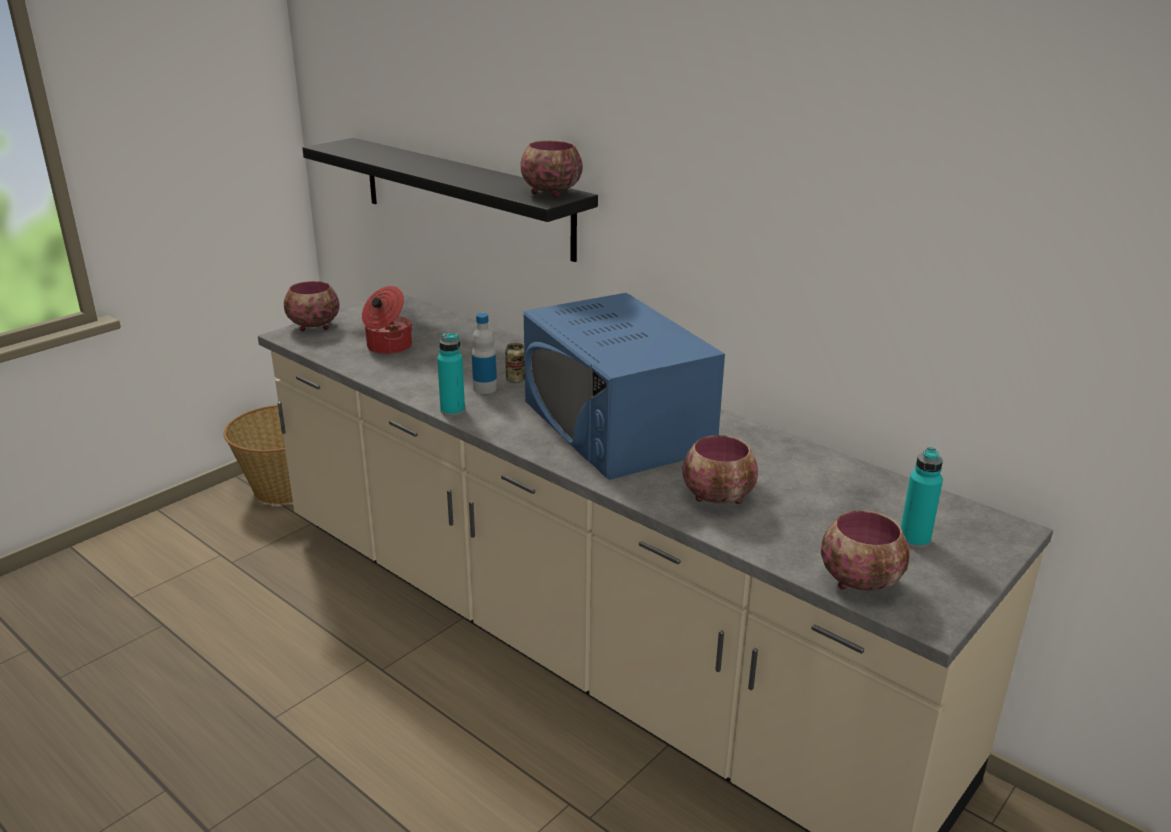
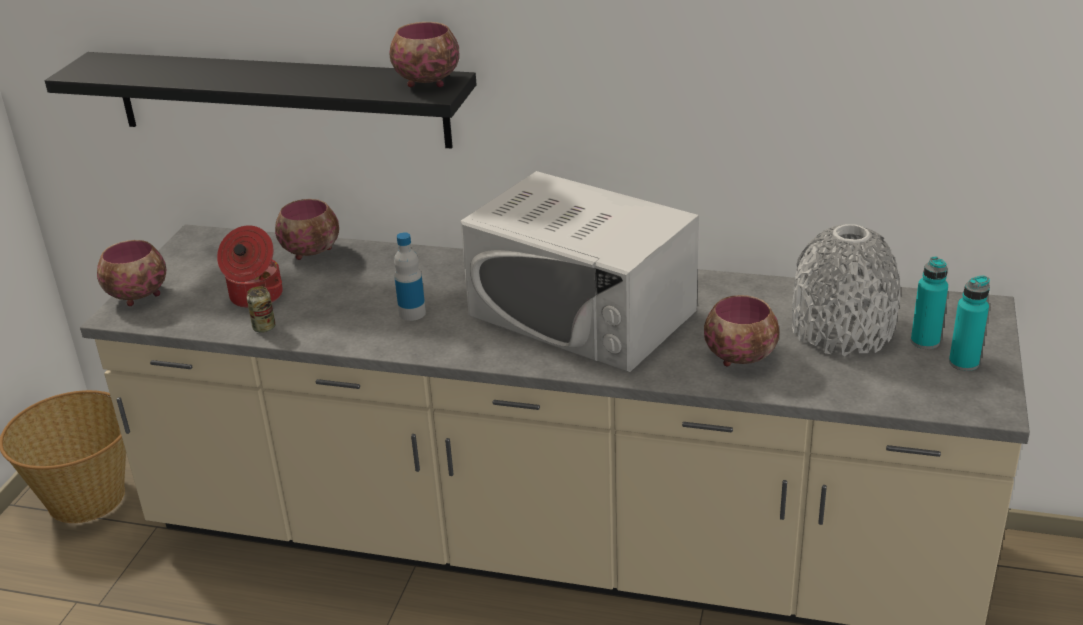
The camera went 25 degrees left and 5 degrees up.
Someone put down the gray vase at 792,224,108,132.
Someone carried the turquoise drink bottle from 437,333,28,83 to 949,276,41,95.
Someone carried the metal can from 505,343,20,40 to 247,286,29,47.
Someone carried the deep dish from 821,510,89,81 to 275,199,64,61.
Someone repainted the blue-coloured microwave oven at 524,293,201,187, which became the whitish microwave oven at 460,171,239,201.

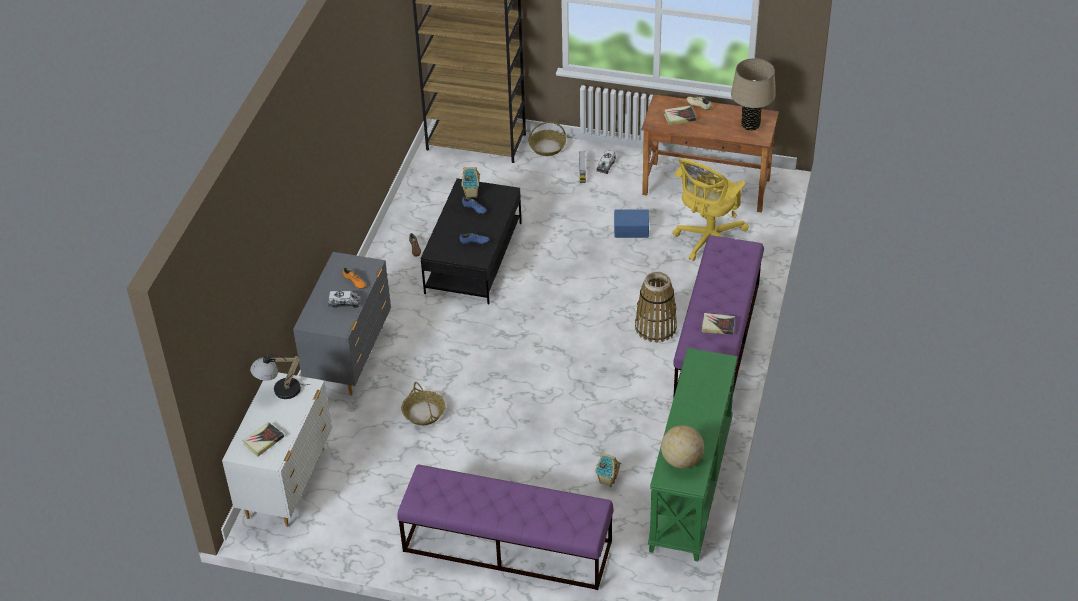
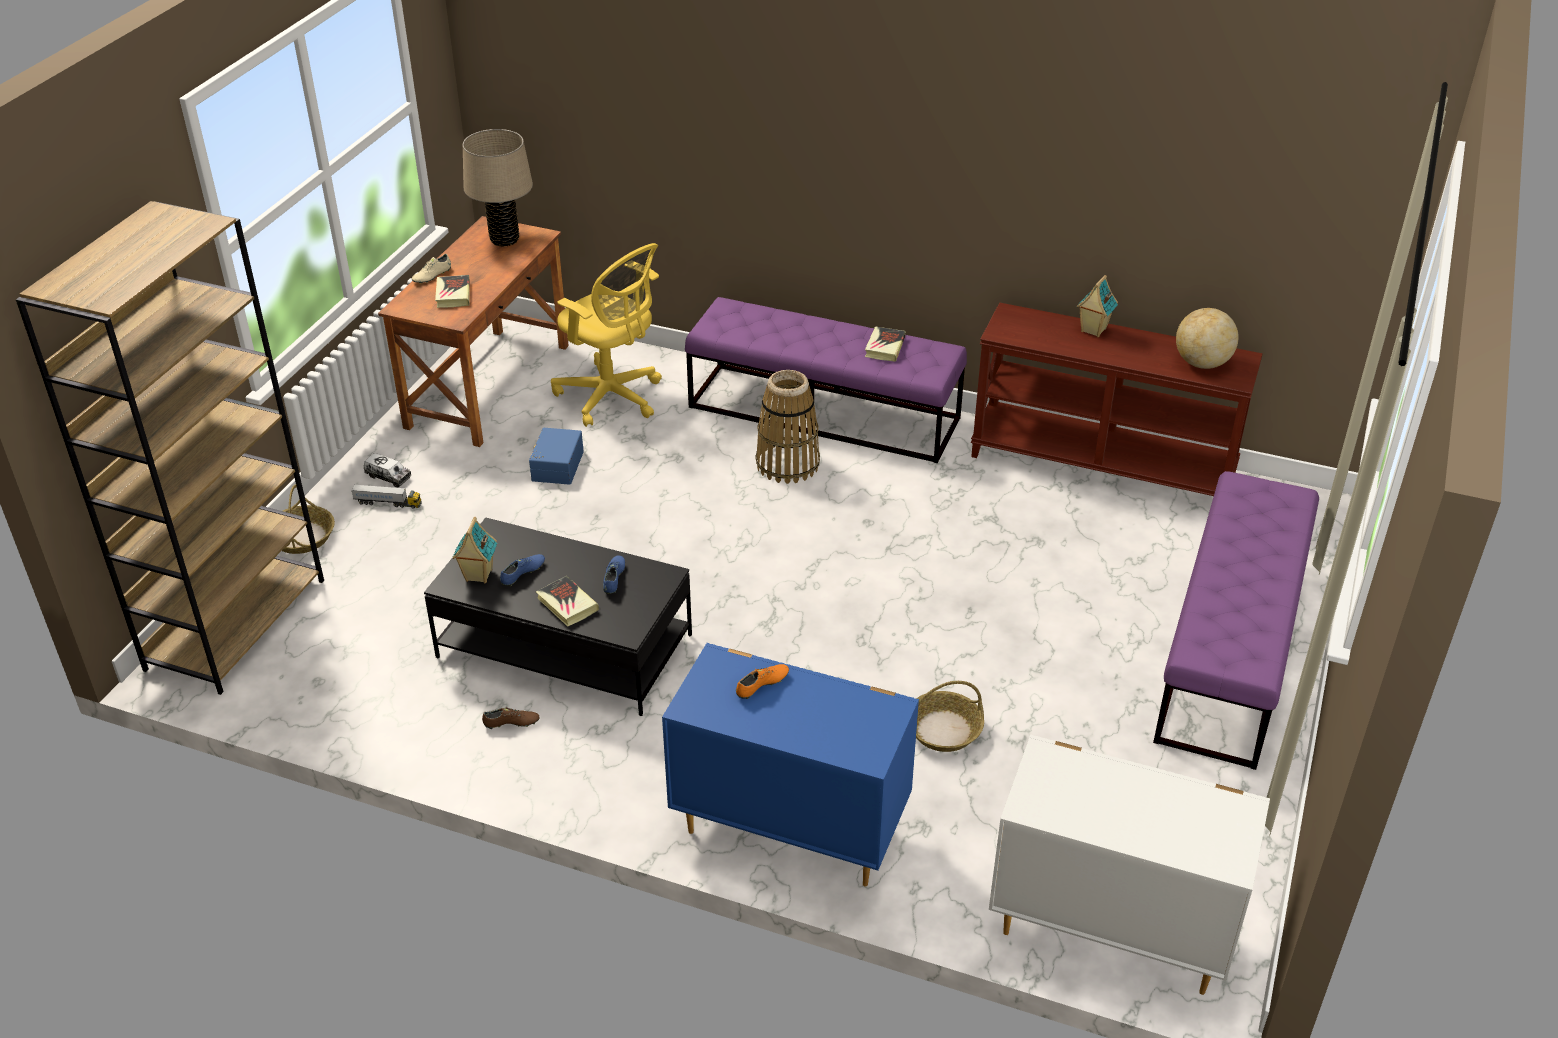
The camera went 85 degrees left and 5 degrees down.
Someone took away the tabletop lamp at 250,354,59,45.
Someone took away the toy truck at 328,291,33,17.
Someone carried the book from 243,422,41,34 to 536,576,63,51.
Someone carried the miniature house from 595,452,27,35 to 1077,275,41,62.
Someone repainted the gray chest of drawers at 293,252,98,143, which became the blue-coloured chest of drawers at 662,643,257,244.
Someone repainted the green-coloured narrow table at 648,348,90,213, which became the brown narrow table at 971,302,292,194.

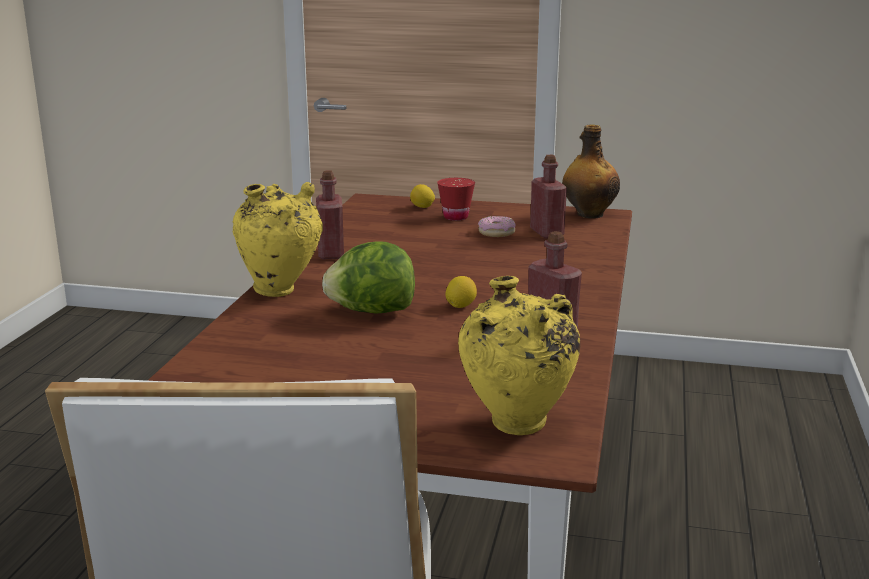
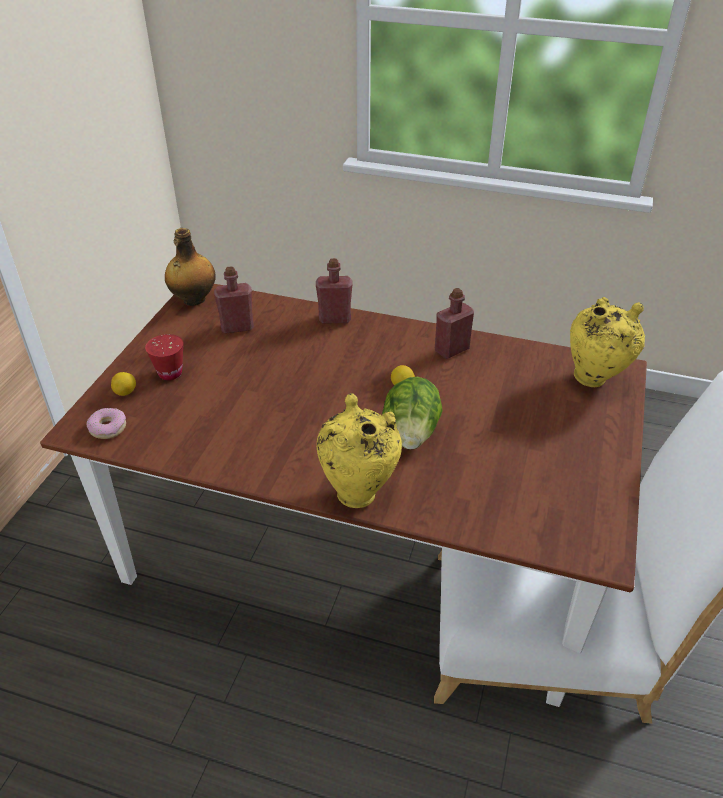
The camera went 85 degrees left and 20 degrees up.
Someone carried the red-coloured drink bottle from 316,171,28,88 to 316,258,36,65.
Someone carried the ring doughnut from 478,216,38,21 to 86,408,40,31.

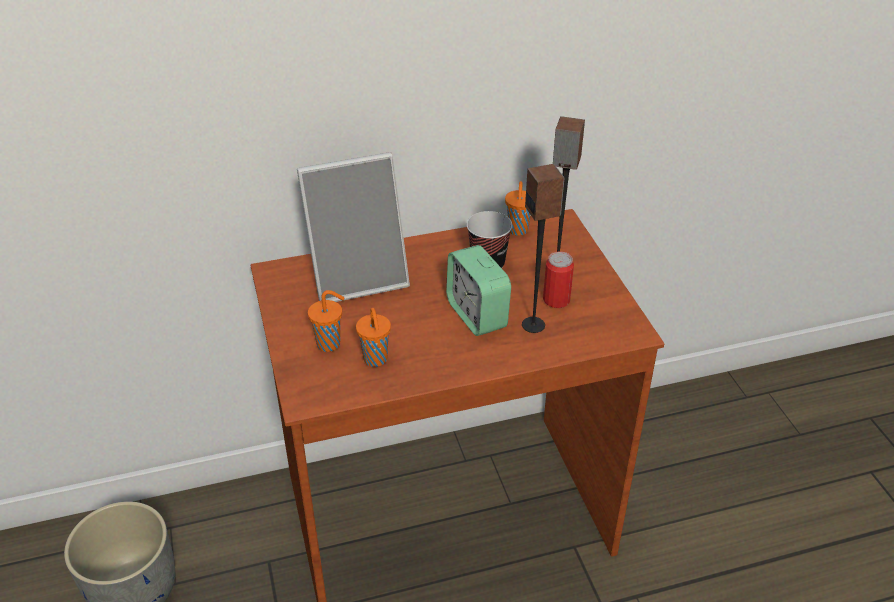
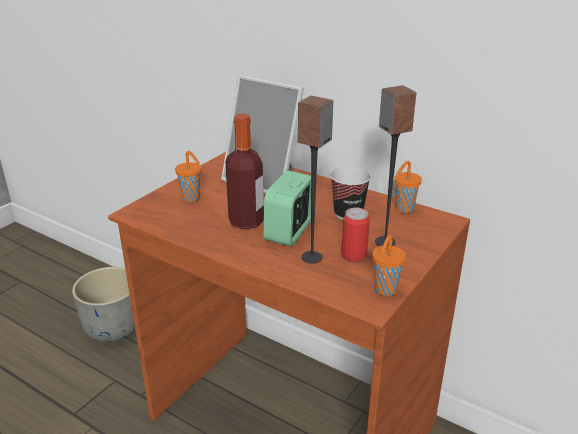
The camera went 50 degrees right and 10 degrees down.
Someone put down the drink bottle at 225,114,39,115.
Someone carried the orange-coloured cup from 356,308,35,59 to 372,235,34,61.

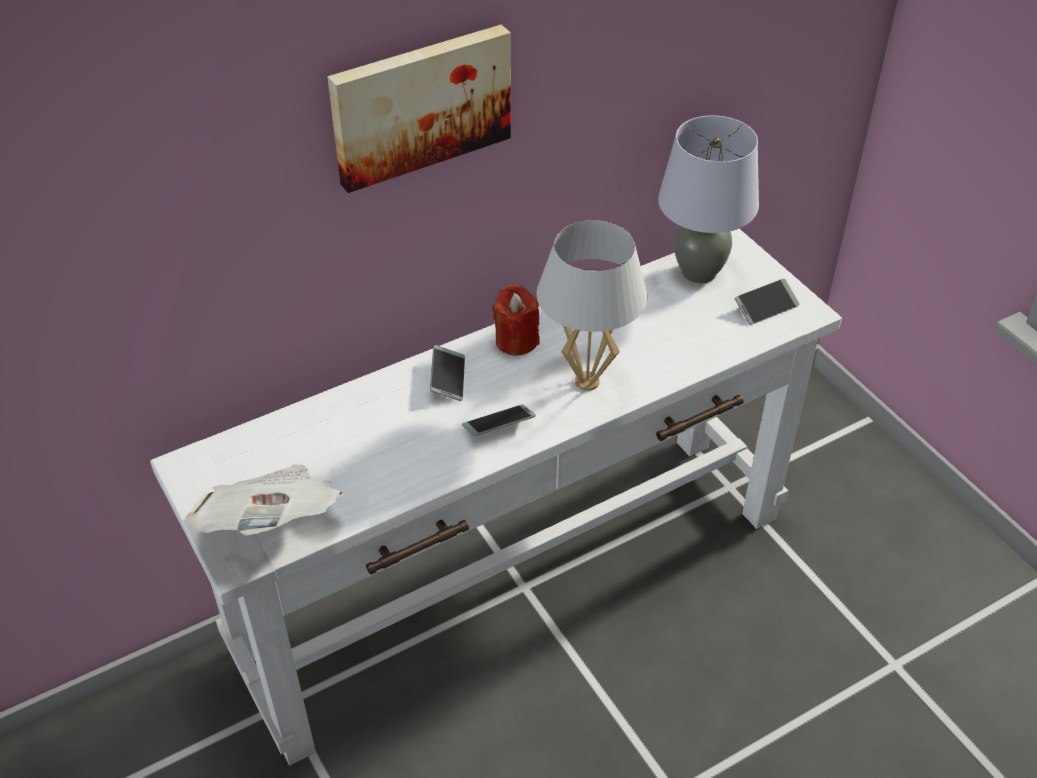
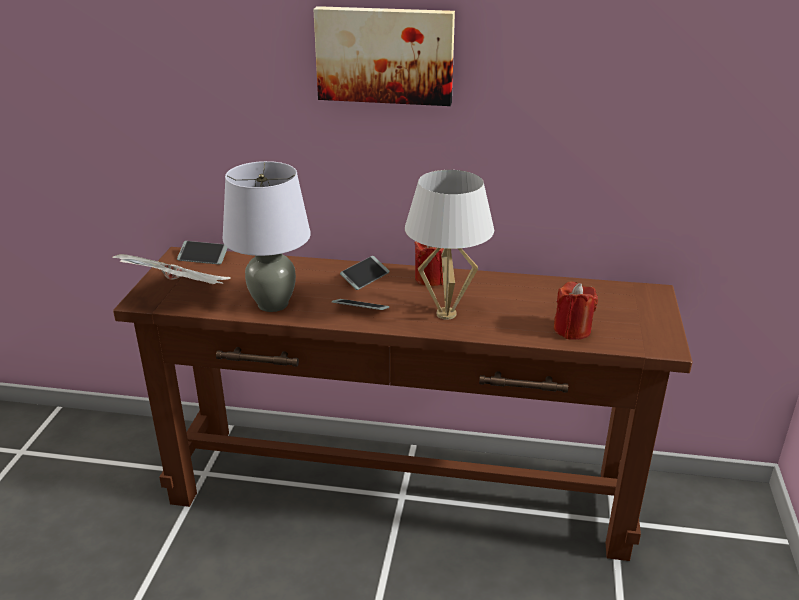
The camera went 40 degrees right and 15 degrees down.
Someone put down the red-coloured candle at 554,281,44,59.
Someone carried the gray tabletop lamp from 658,115,101,168 to 222,161,89,151.
Someone carried the telephone from 735,279,64,46 to 177,241,50,24.
Someone repainted the whitish narrow table at 150,229,692,536, which became the brown narrow table at 113,247,580,314.

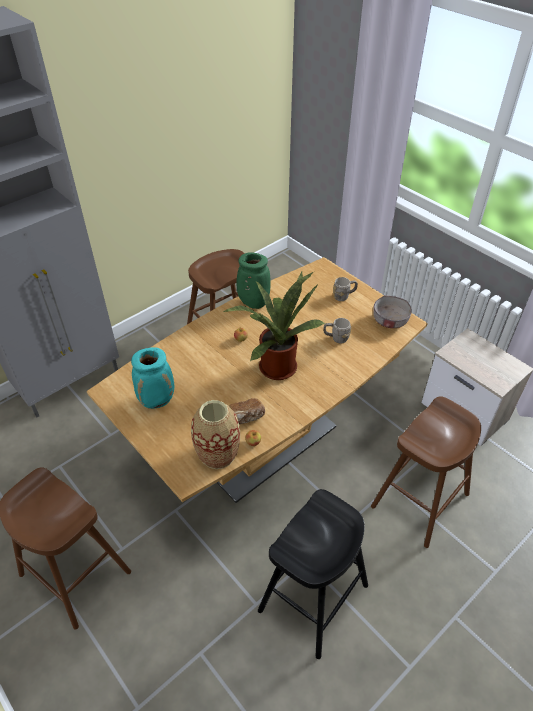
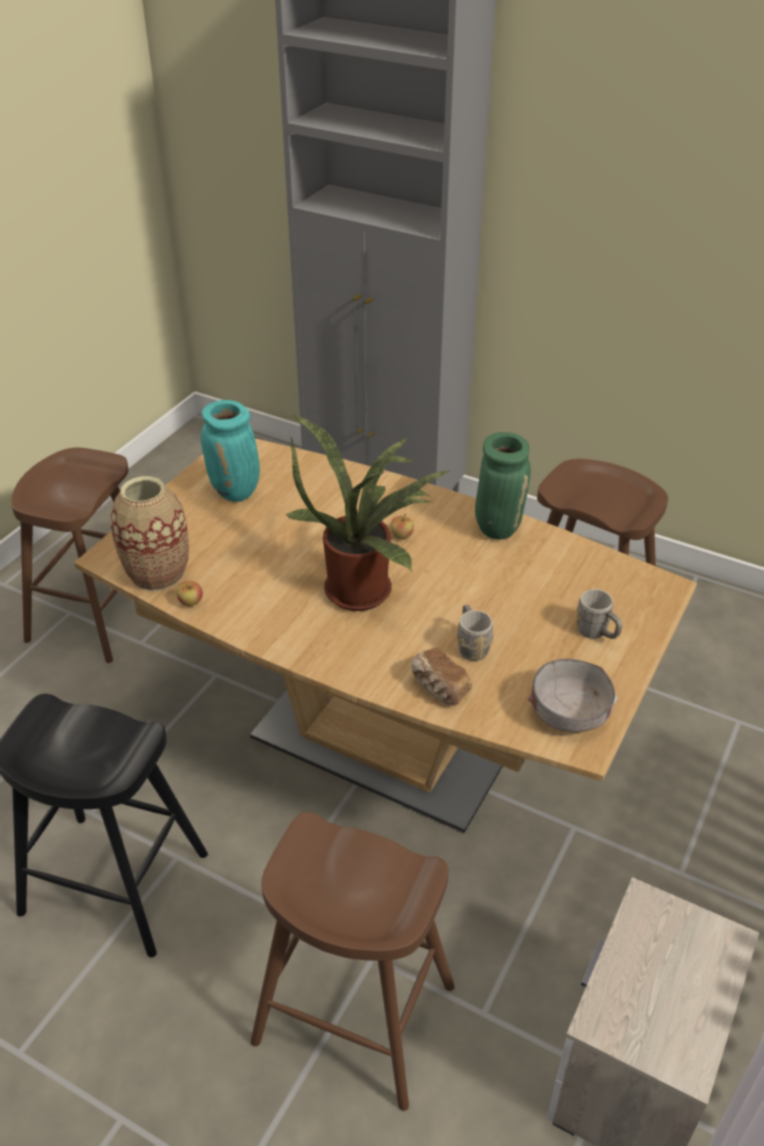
The camera went 70 degrees right and 5 degrees down.
Someone carried the bakery bread from 229,398,36,26 to 411,648,61,58.

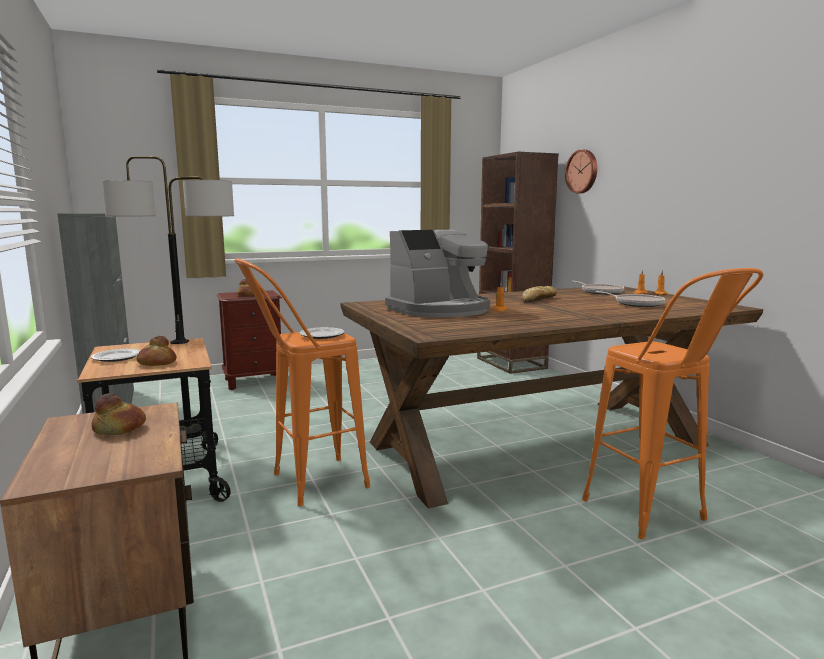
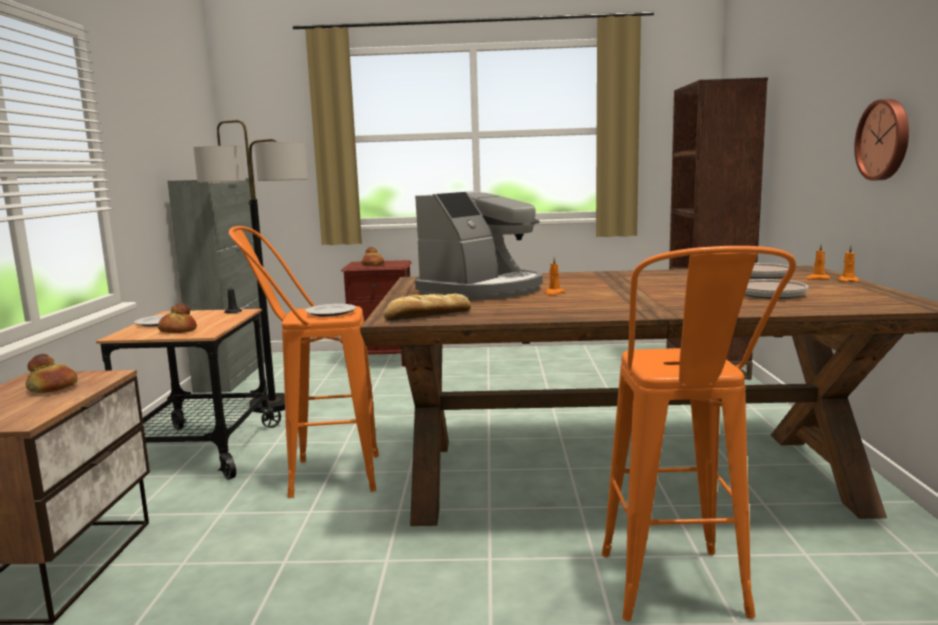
The camera went 25 degrees right and 0 degrees up.
Someone carried the bakery bread from 522,286,35,16 to 384,293,87,27.
Someone carried the hanging clock from 565,149,32,44 to 854,99,55,82.
Someone rotated the coffee brewer at 385,230,105,88 by 45 degrees counterclockwise.

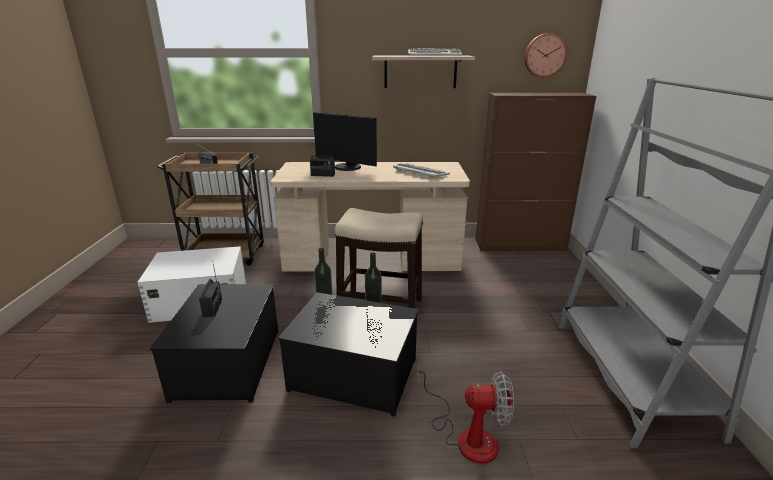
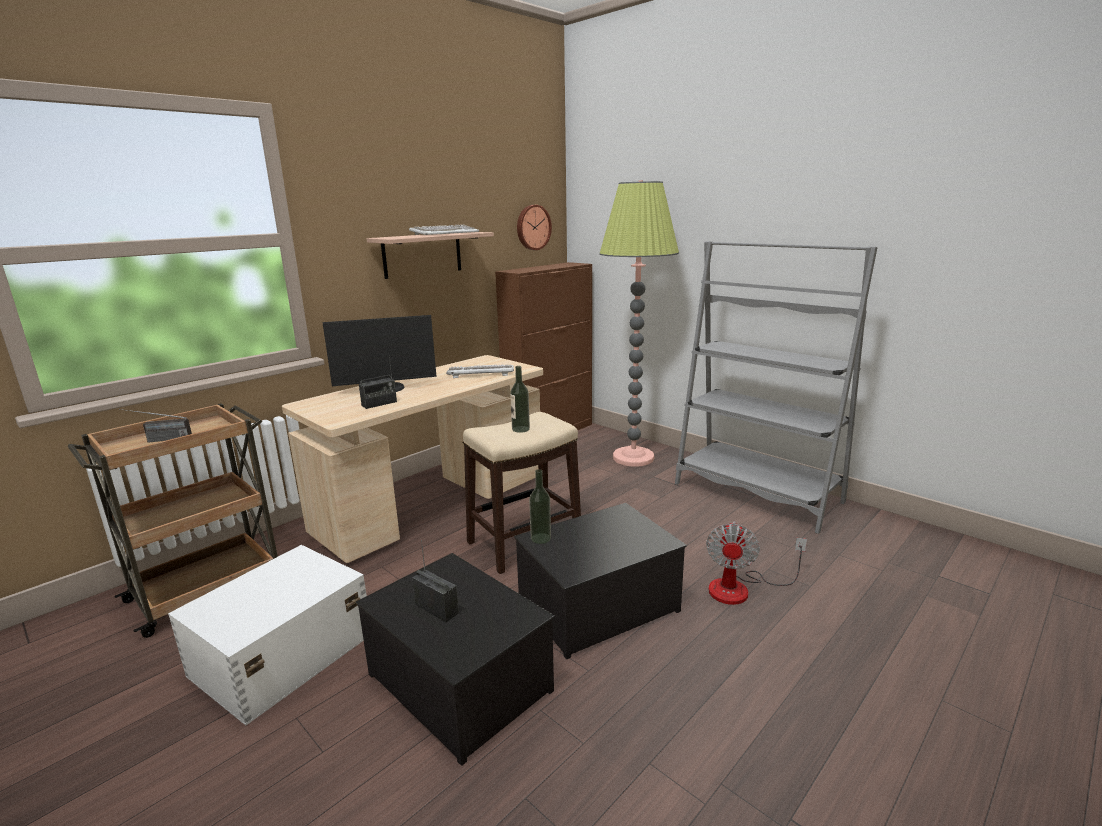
The camera went 45 degrees left and 5 degrees down.
Someone put down the standard lamp at 599,180,80,287.
Someone carried the drink bottle from 365,252,17,60 to 510,366,20,67.
Someone rotated the electric fan at 418,362,96,102 by 150 degrees clockwise.

